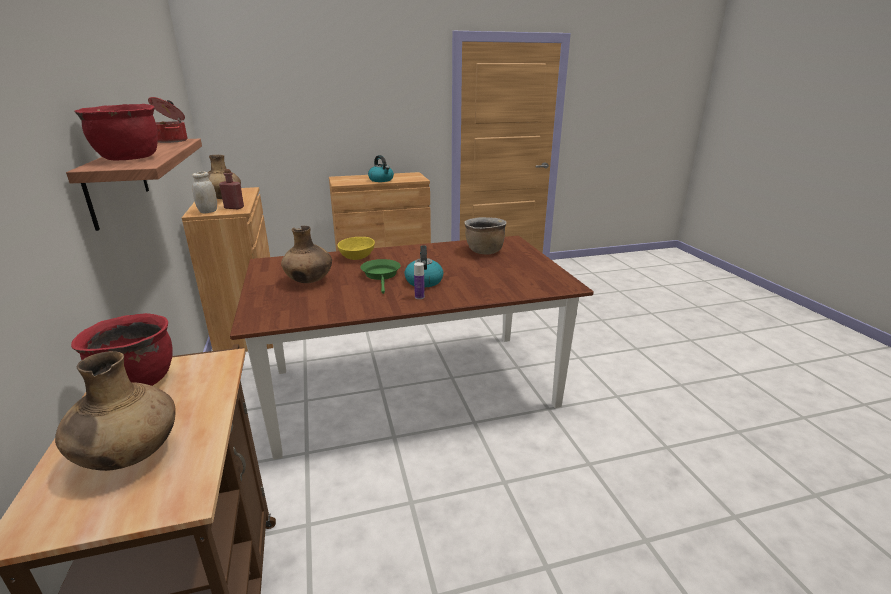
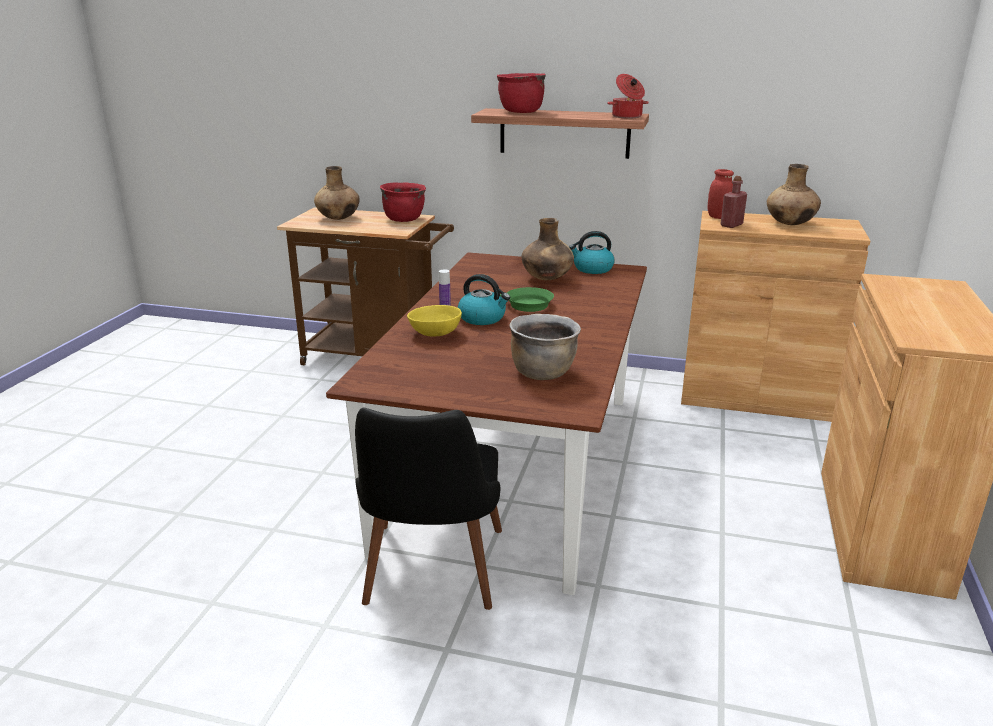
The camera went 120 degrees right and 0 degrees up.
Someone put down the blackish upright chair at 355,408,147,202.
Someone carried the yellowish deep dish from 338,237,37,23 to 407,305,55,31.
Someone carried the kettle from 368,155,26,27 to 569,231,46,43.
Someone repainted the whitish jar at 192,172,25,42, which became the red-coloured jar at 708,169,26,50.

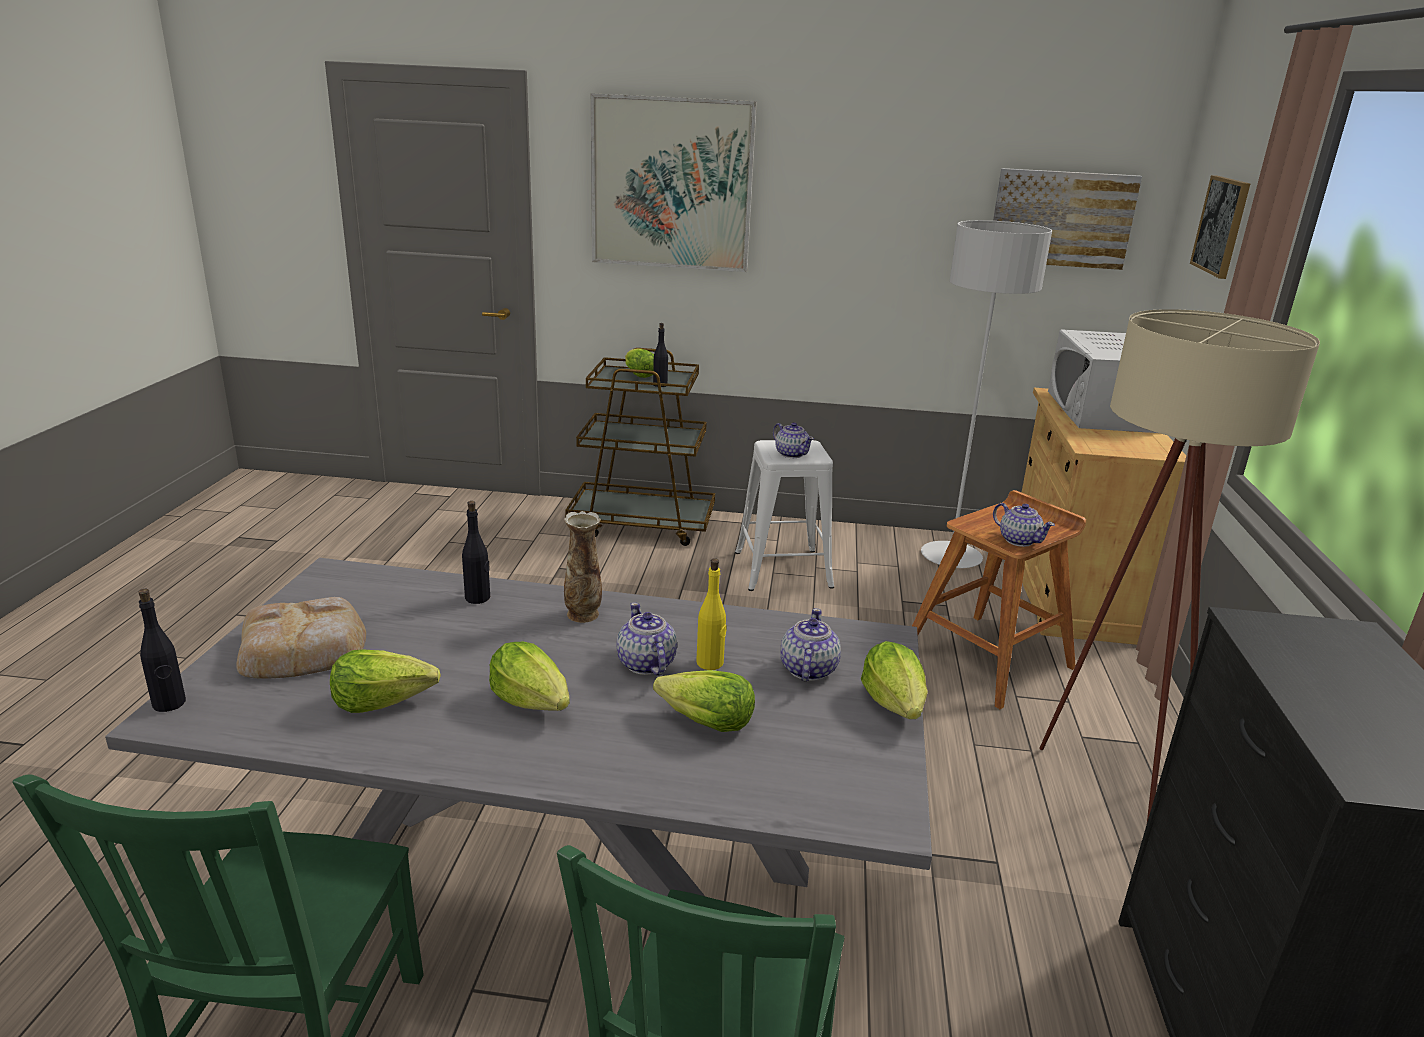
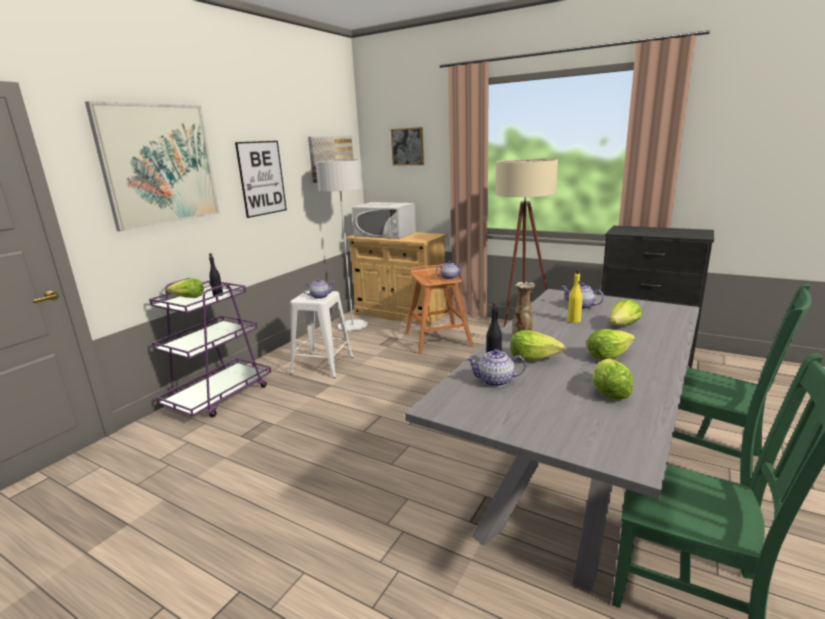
The camera went 65 degrees left and 5 degrees down.
Someone took away the blackish drink bottle at 138,589,48,123.
Someone took away the bakery bread at 236,597,130,82.
Someone put up the picture at 235,141,52,77.
Someone carried the tea pot from 617,603,60,73 to 466,349,60,38.
Someone carried the head of lettuce from 861,641,67,78 to 511,330,54,30.
Someone repainted the brown cart at 565,348,150,198, which became the purplish cart at 149,278,122,140.

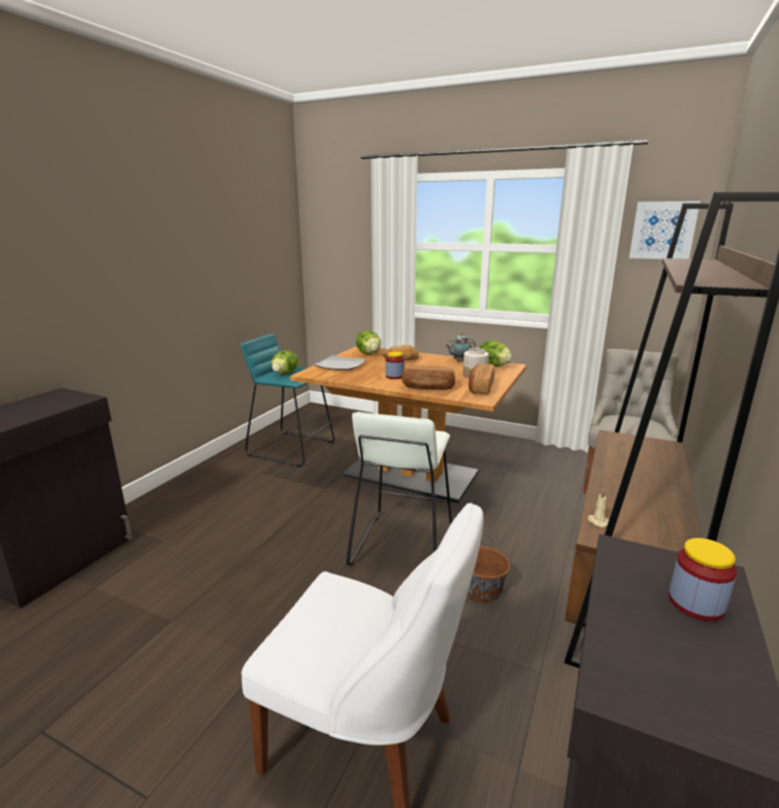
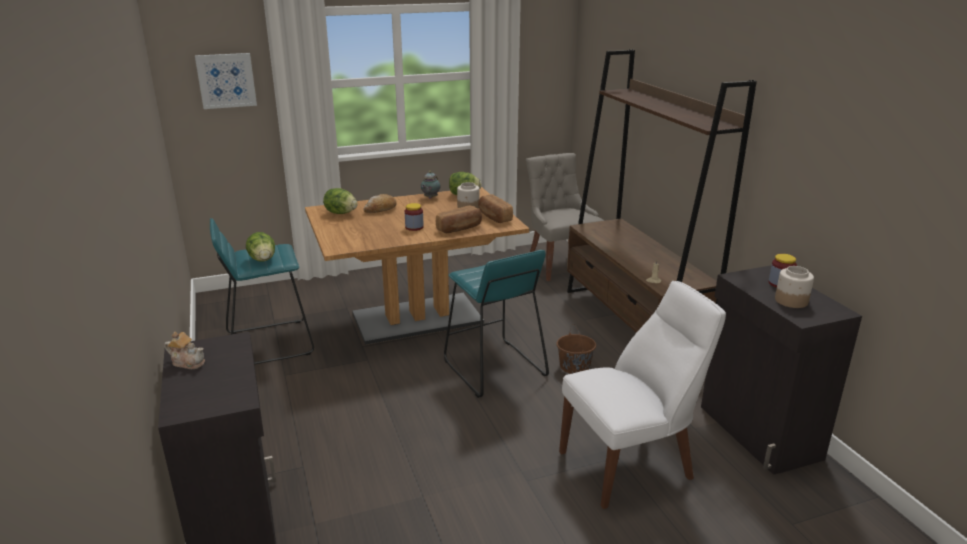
The camera went 45 degrees left and 5 degrees up.
Someone took away the flat dish at 314,355,52,15.
Someone put down the tea pot at 164,332,41,37.
Someone put down the jar at 775,266,39,42.
Someone carried the picture from 629,201,71,58 to 195,53,62,56.
Someone repainted the whitish stool seat at 346,412,106,153, which became the turquoise stool seat at 444,250,105,148.

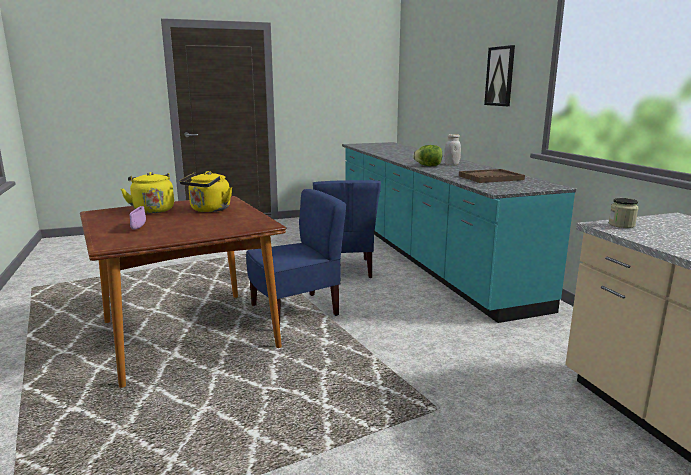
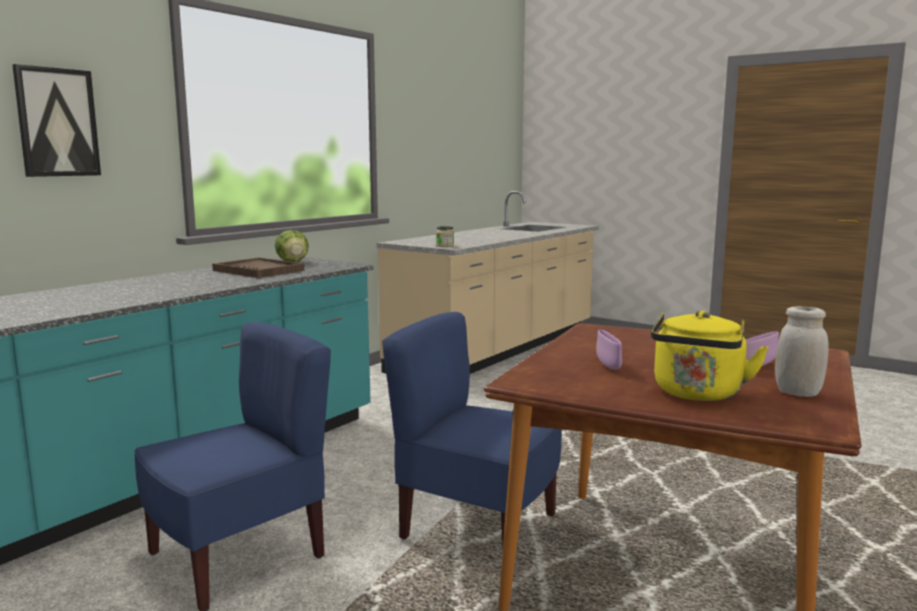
The camera went 125 degrees left and 5 degrees down.
Someone carried the head of lettuce from 413,145,29,21 to 275,230,34,32.
Someone carried the whitish jar from 444,134,17,32 to 775,306,54,91.
Someone swapped the yellowish kettle at 179,171,53,41 for the purplish deep dish at 596,329,26,41.

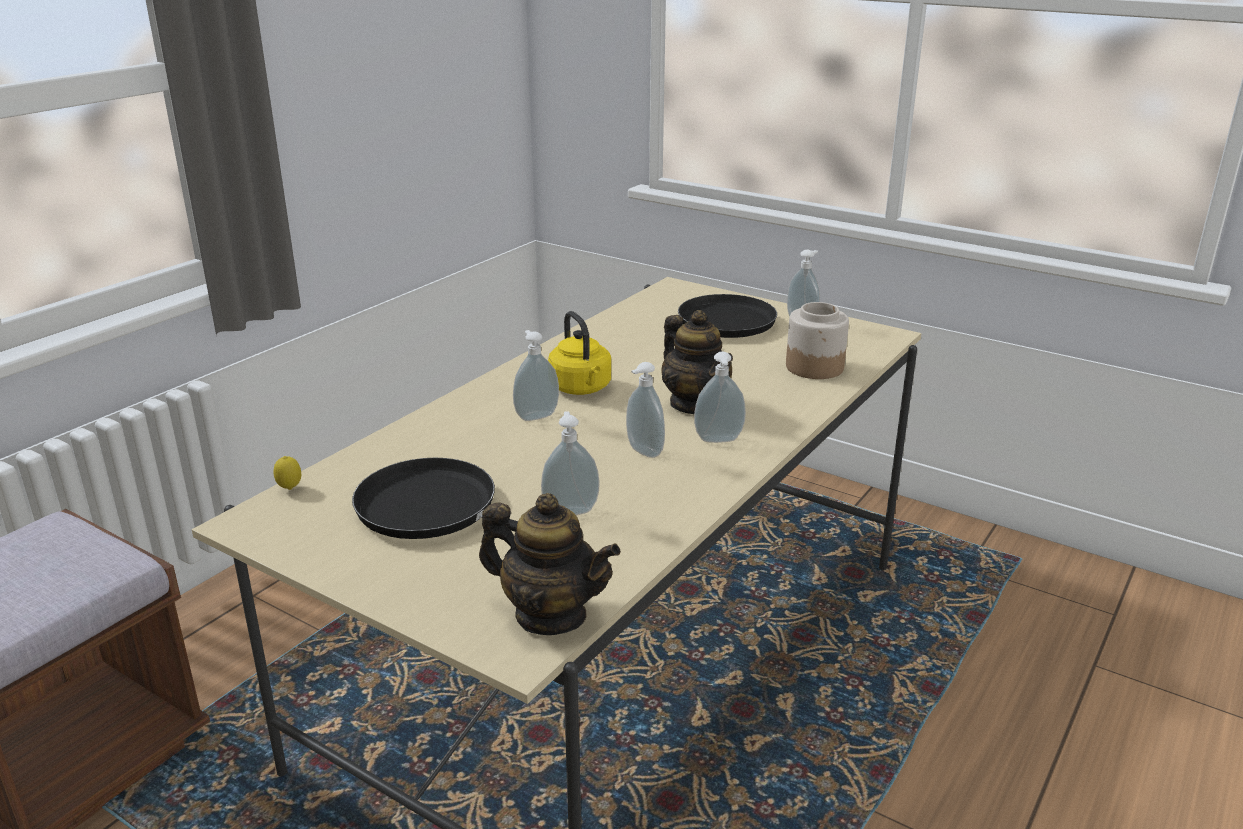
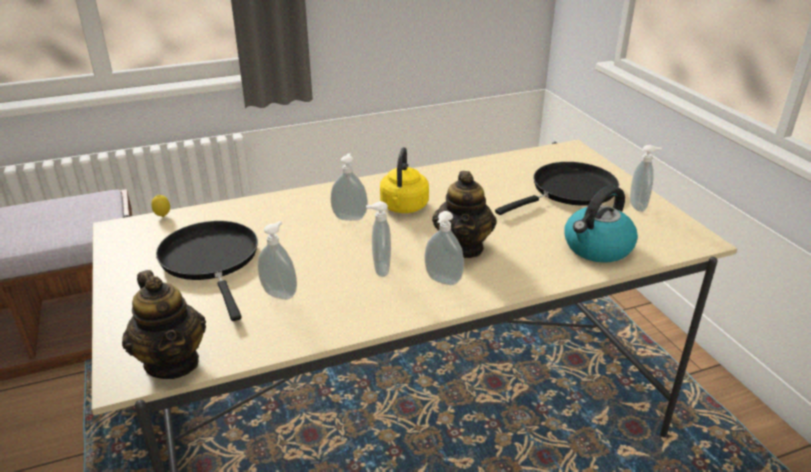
The camera went 35 degrees right and 5 degrees up.
Someone swapped the jar at 786,302,63,77 for the kettle at 564,185,74,78.

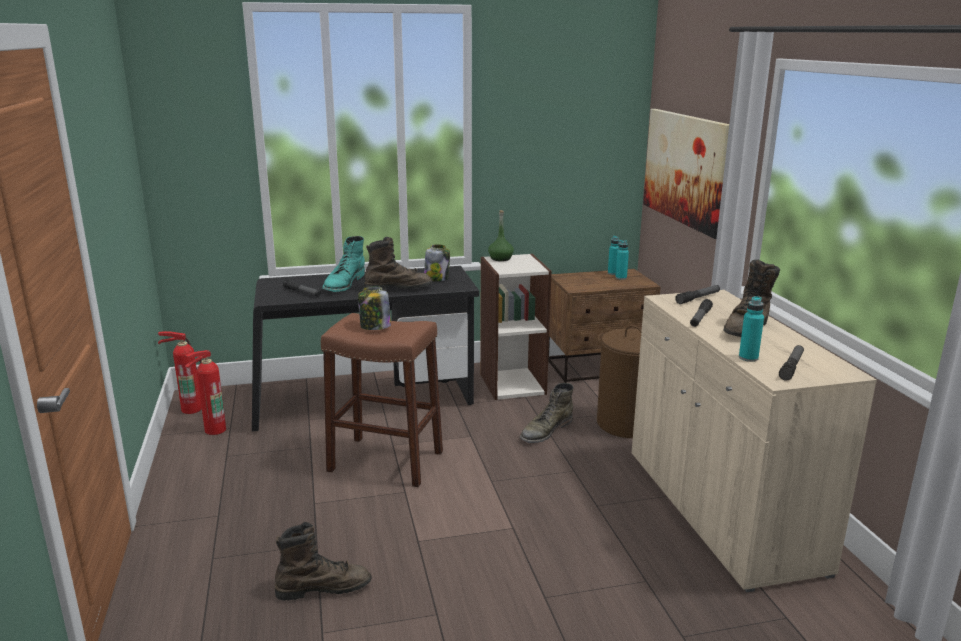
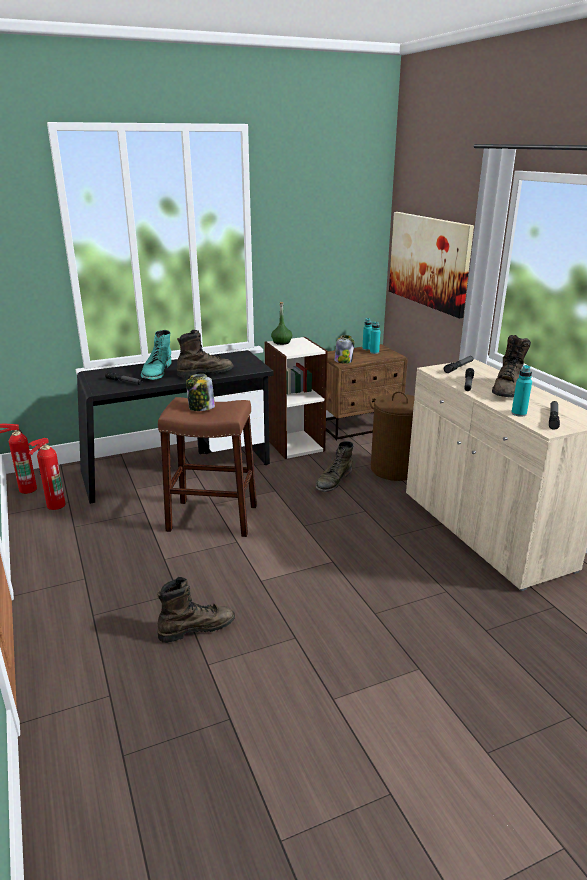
The camera went 10 degrees left and 5 degrees up.
Someone carried the jar from 424,244,26,37 to 334,335,21,29.

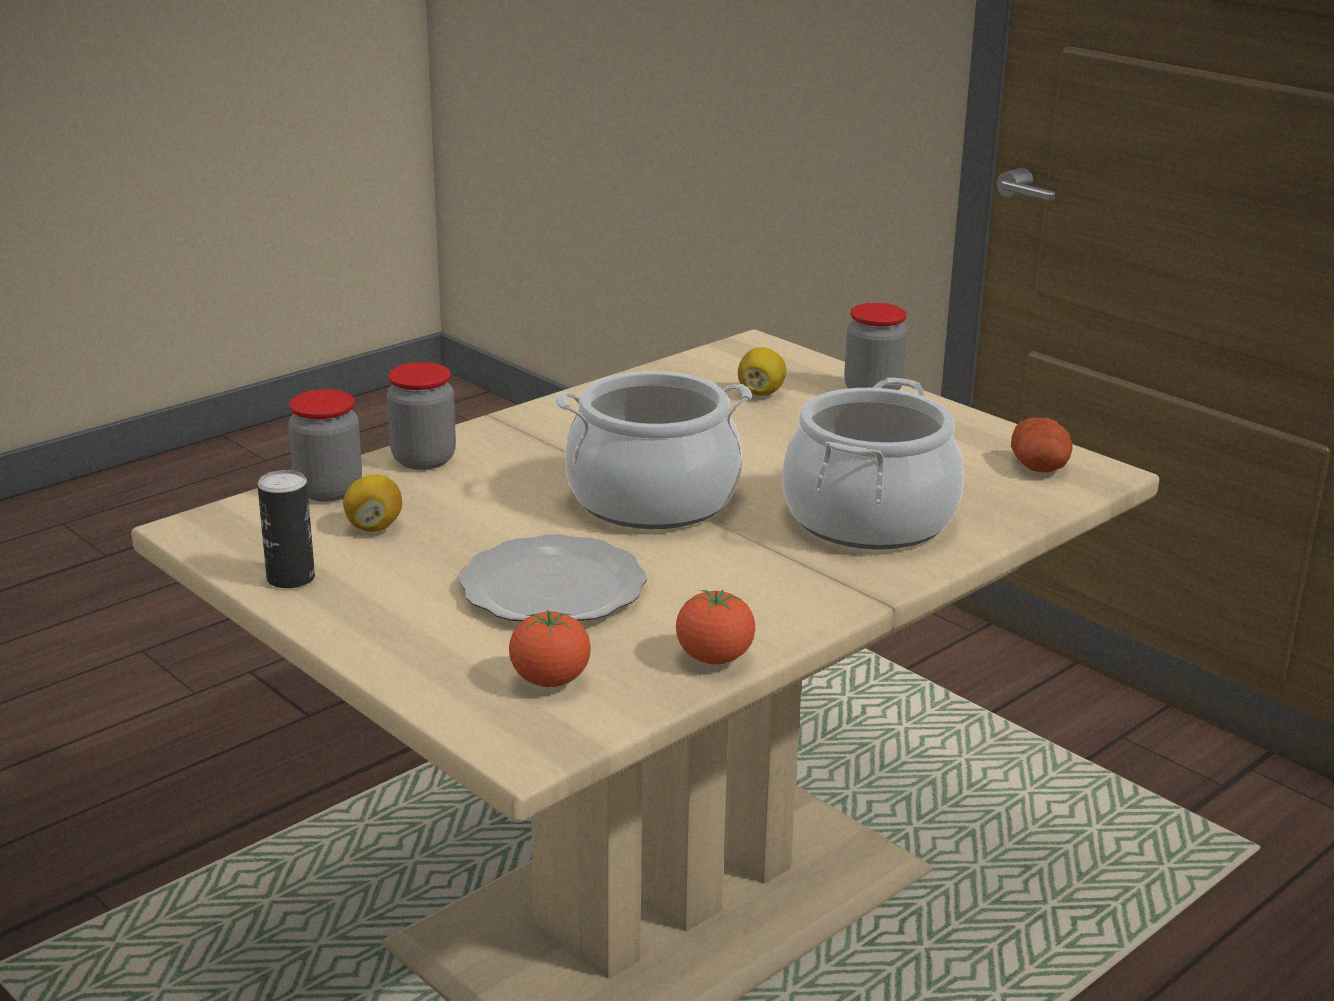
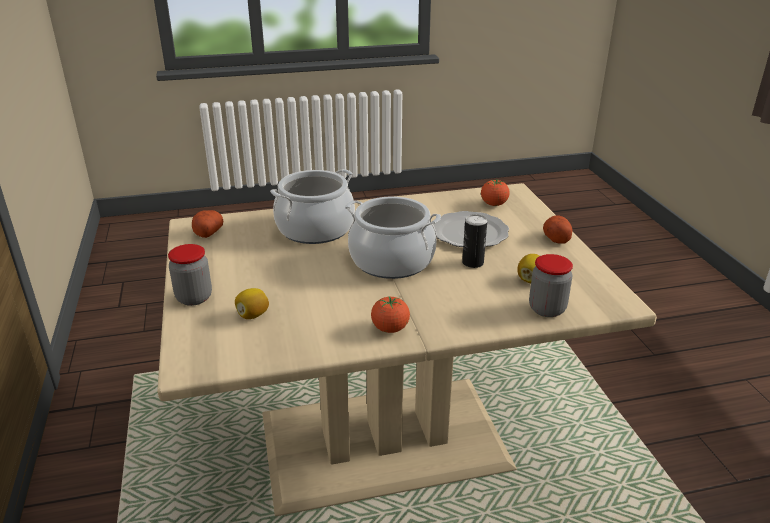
The camera went 150 degrees left and 5 degrees up.
Someone took away the jar at 387,362,69,108.
Someone put down the whole potato at 543,215,29,29.
Someone carried the metal can from 257,470,58,118 to 462,214,25,54.
Someone carried the tomato from 676,590,79,74 to 371,296,39,37.

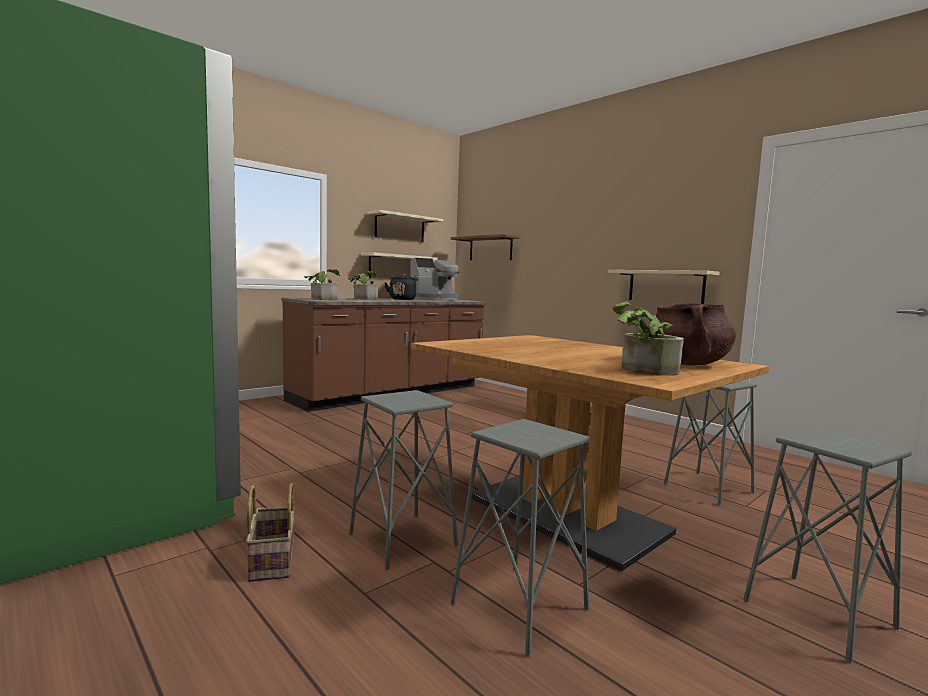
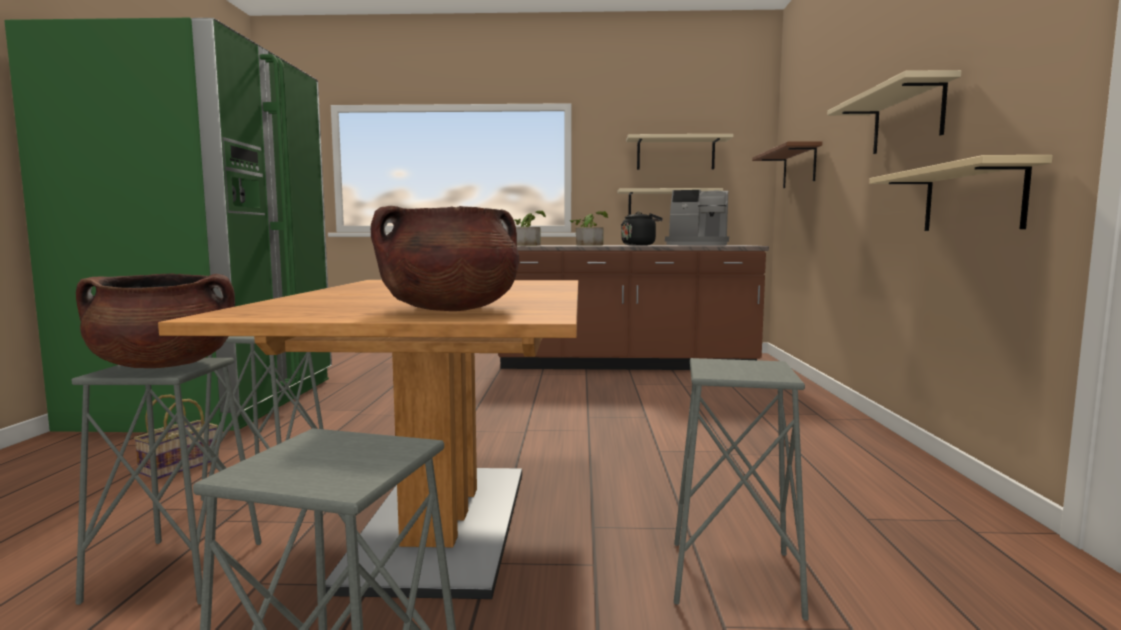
The camera went 45 degrees right and 0 degrees up.
Someone took away the houseplant at 613,302,71,74.
Someone put down the brown saucepot at 76,273,159,95.
Someone put up the sand-coloured wall shelf at 827,70,134,84.

